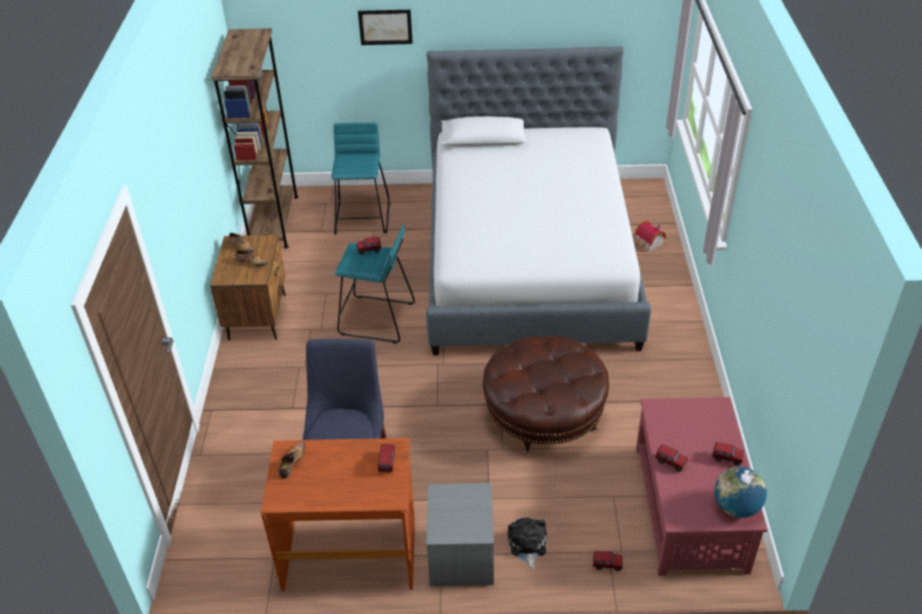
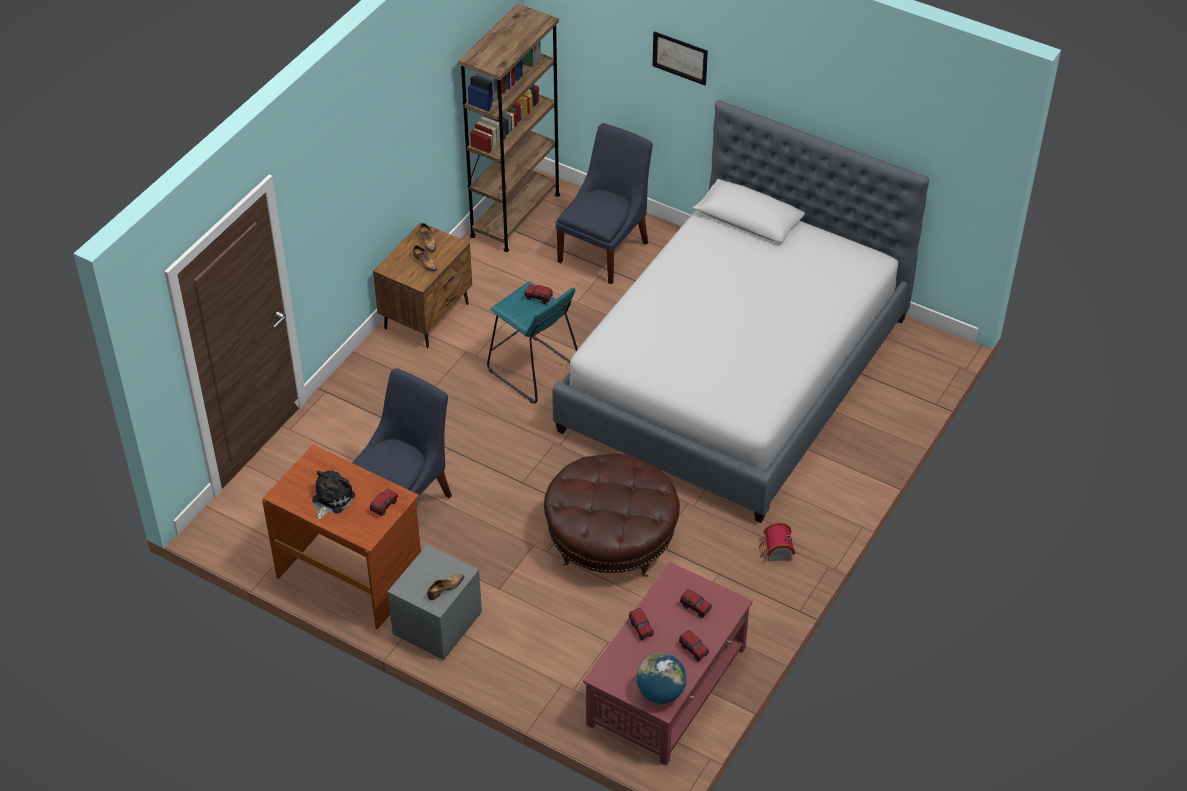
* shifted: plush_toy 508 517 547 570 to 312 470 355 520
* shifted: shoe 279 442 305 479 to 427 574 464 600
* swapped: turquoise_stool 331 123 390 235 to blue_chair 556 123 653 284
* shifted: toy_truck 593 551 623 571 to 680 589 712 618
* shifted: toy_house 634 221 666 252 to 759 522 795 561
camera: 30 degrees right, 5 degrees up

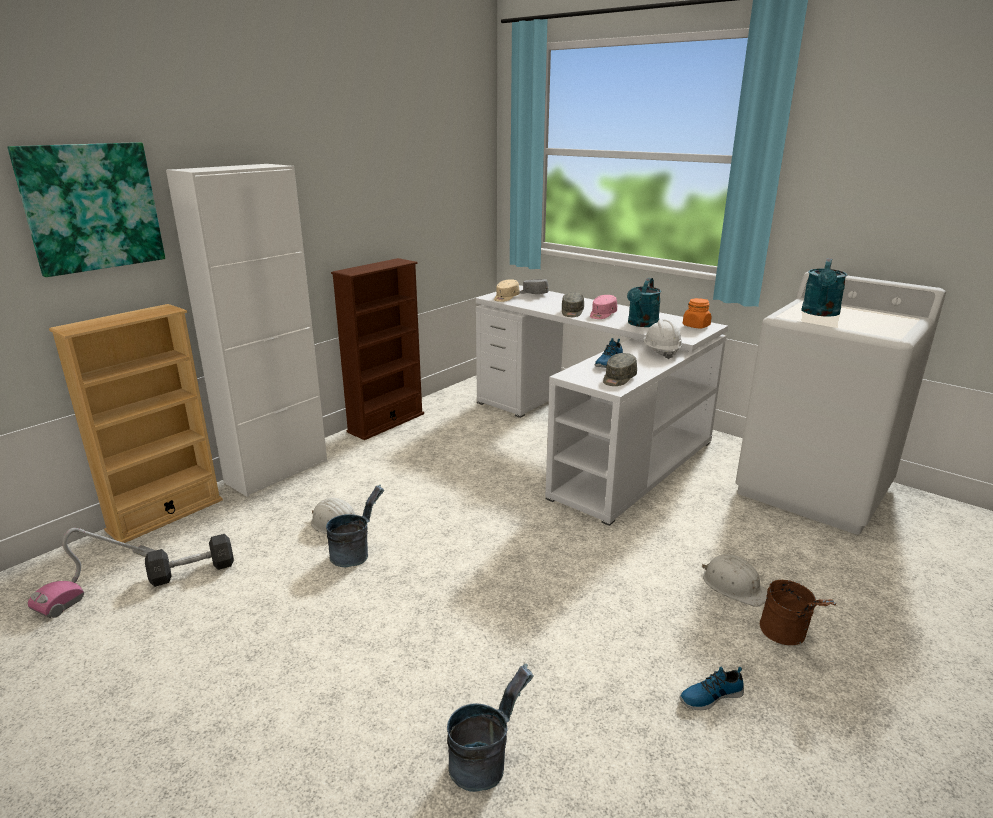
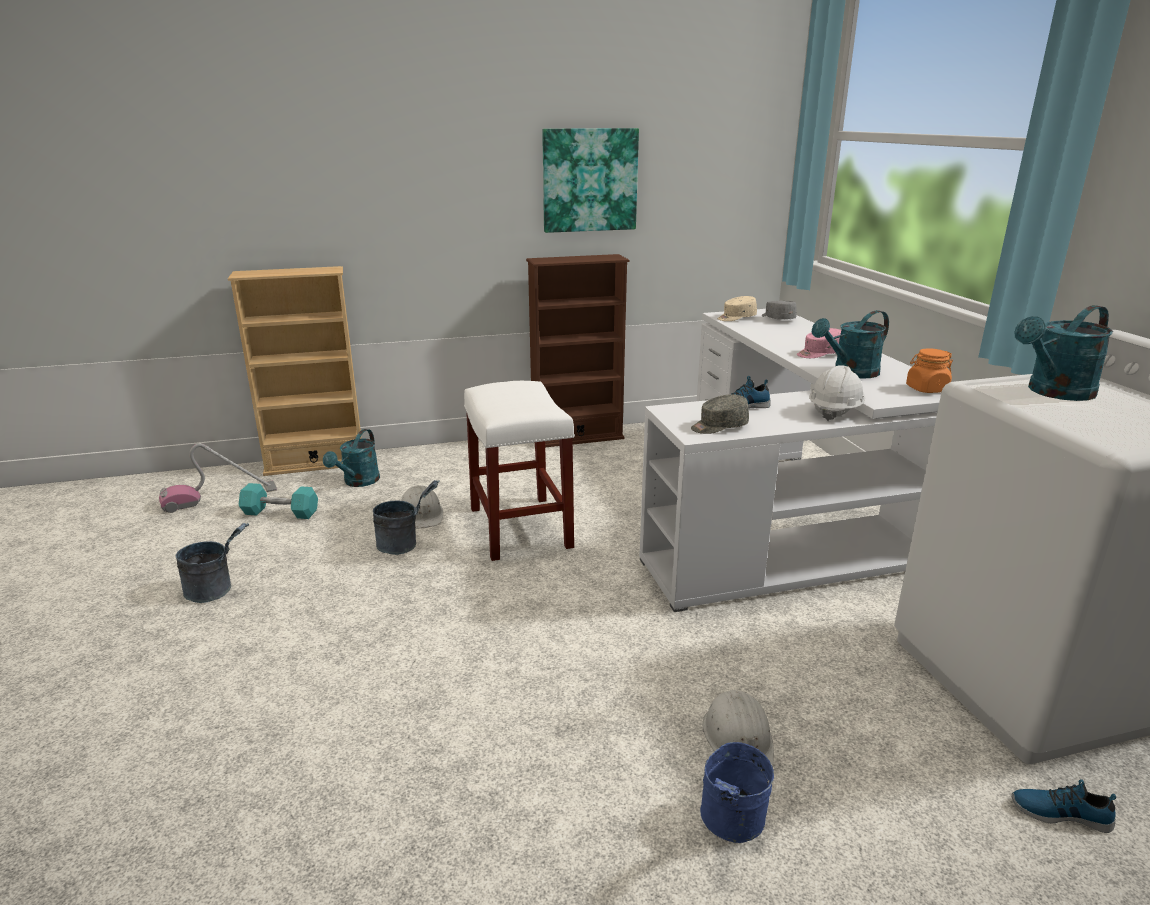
* shifted: grey_bucket 447 664 534 792 to 176 523 249 603
* repainted: grey_dumbbell 145 534 234 587 to turquoise_dumbbell 239 483 318 519
* new: turquoise_watering_can 323 429 380 487
* new: white_stool 464 381 575 561
* shifted: picture 8 142 165 277 to 542 128 639 233
* repainted: brown_bucket 760 580 837 645 to blue_bucket 700 742 774 843
* shifted: shoe 680 667 744 710 to 1011 779 1116 833
* gone: white_cabinet 166 164 327 497
* gone: grey_cap 562 292 584 317
camera: 35 degrees right, 0 degrees up

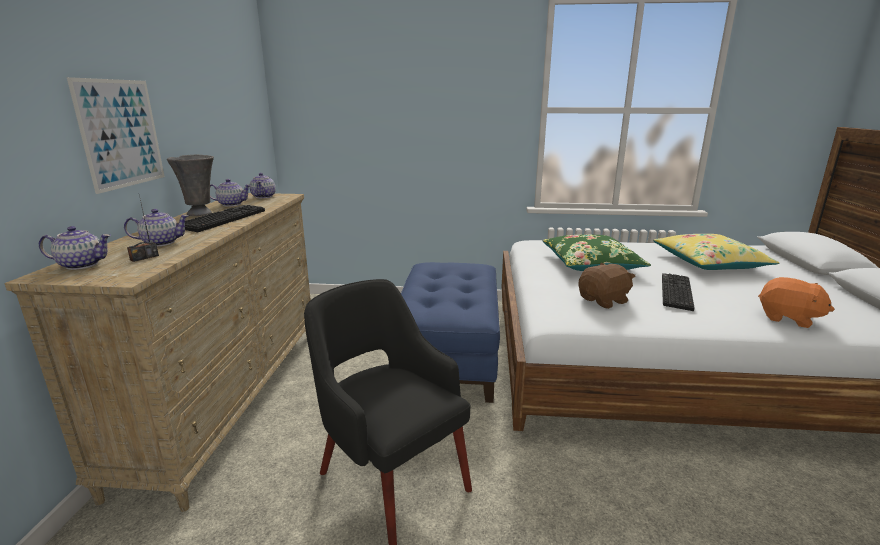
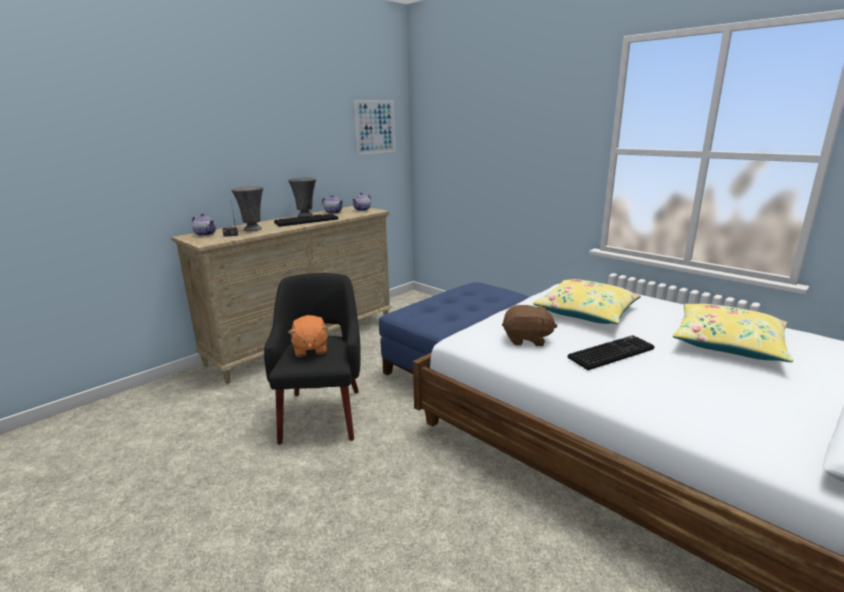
* swapped: teapot 124 209 189 246 to grey_vase 231 186 263 231
* shifted: orange_plush_toy 758 277 835 328 to 288 315 328 357
* shifted: picture 67 77 165 194 to 354 100 395 155
* repainted: green_pillow 543 235 651 271 to yellow_pillow 533 279 641 324
camera: 40 degrees right, 0 degrees up

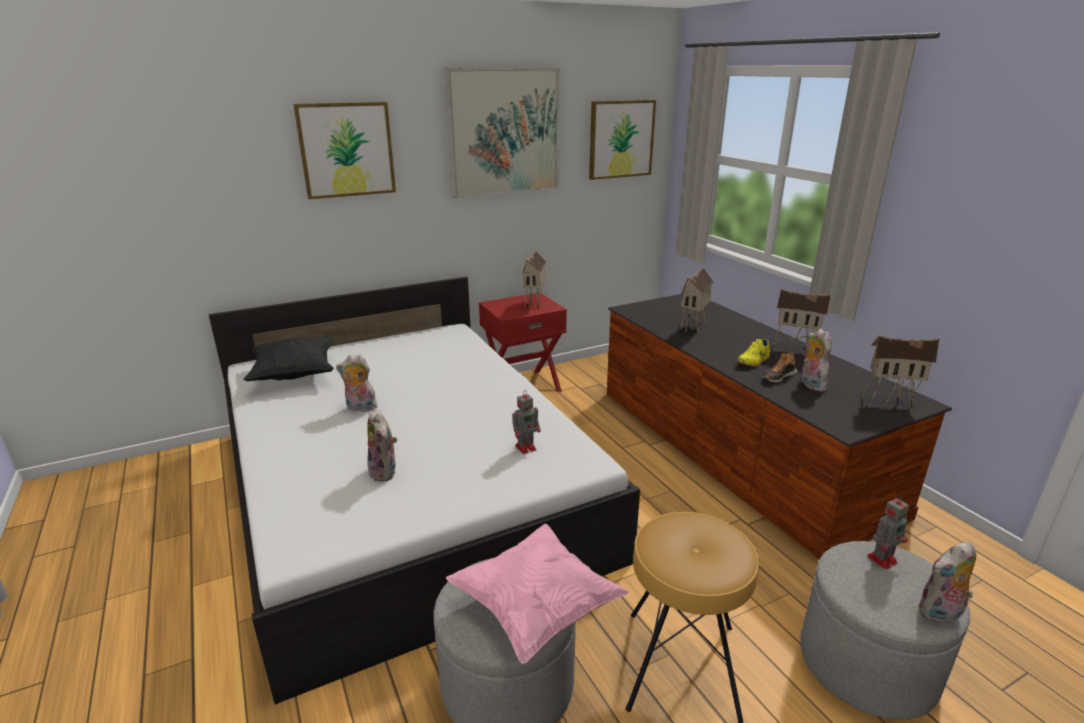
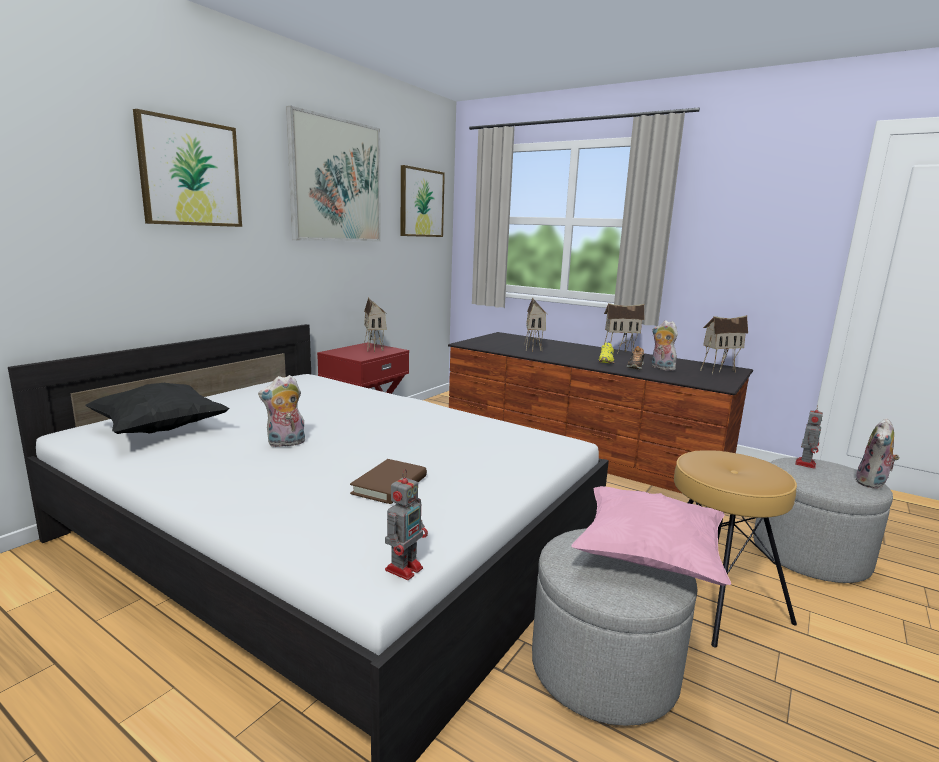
* swapped: plush_toy 367 409 397 482 to brown_book 350 459 427 504
* shifted: toy_robot 512 390 541 454 to 385 469 428 580
camera: 30 degrees left, 10 degrees down

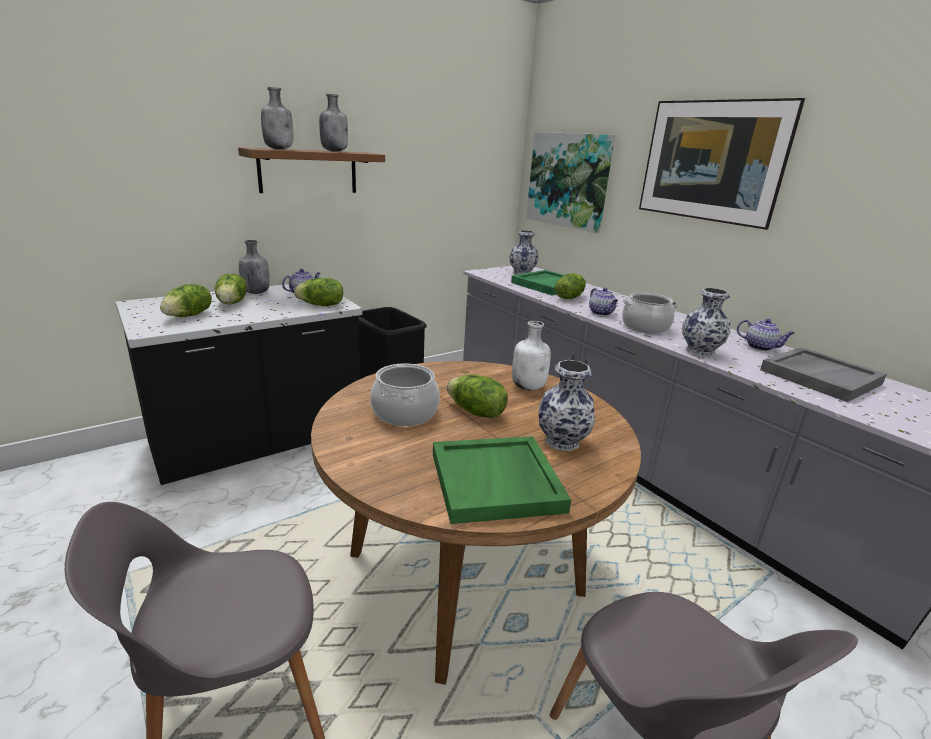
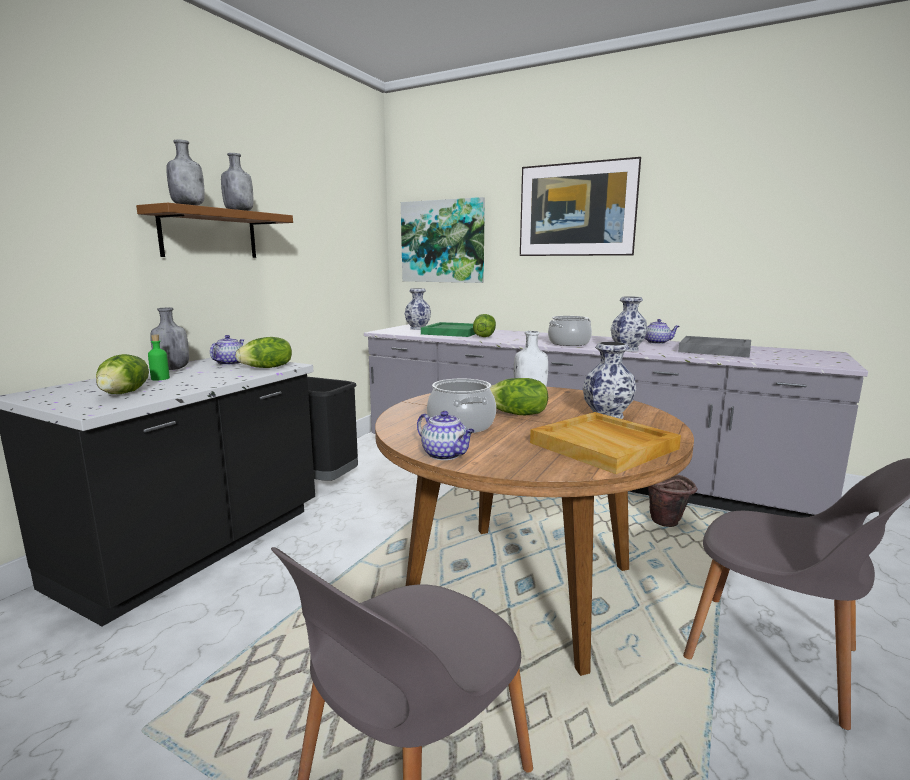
* swapped: lettuce 215 274 247 305 to green_bottle 148 334 170 381
* shifted: teapot 589 288 618 316 to 417 411 475 460
* repainted: green_tray 433 436 571 524 to beige_tray 530 412 681 474
* new: brown_bucket 648 475 698 527
camera: 25 degrees left, 10 degrees down

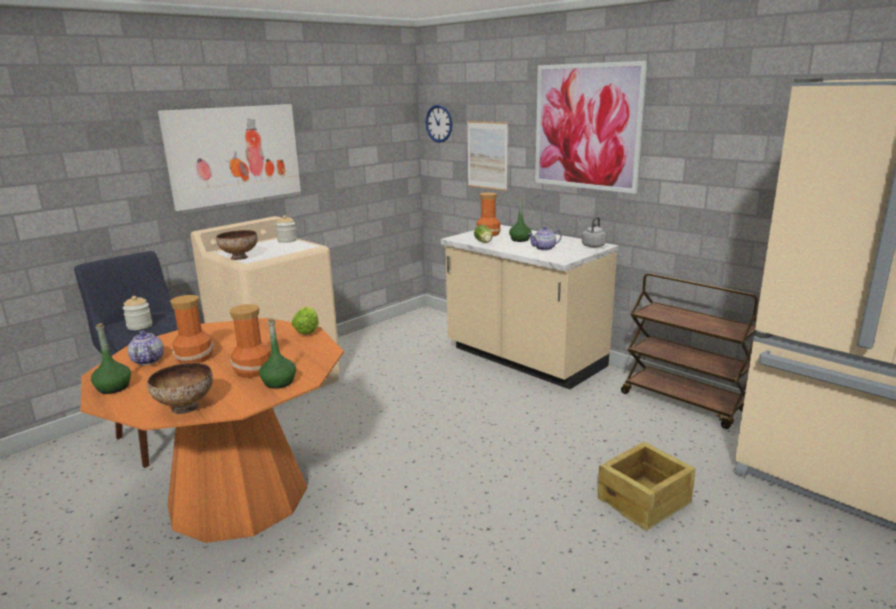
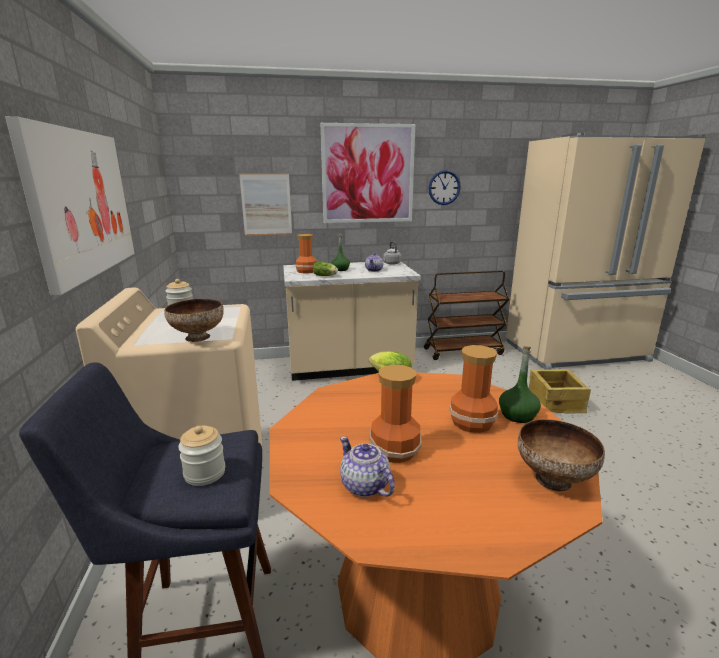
* rotated: teapot 128 330 164 365 = 340 436 395 497 45 degrees clockwise
* shifted: wall_clock 426 105 452 143 to 429 170 461 205
* gone: green_bottle 91 323 131 394
camera: 55 degrees left, 0 degrees up

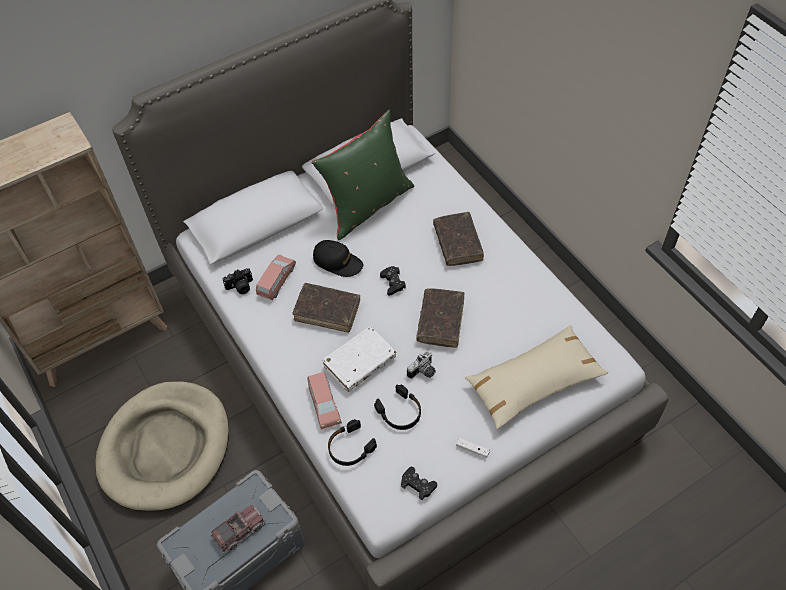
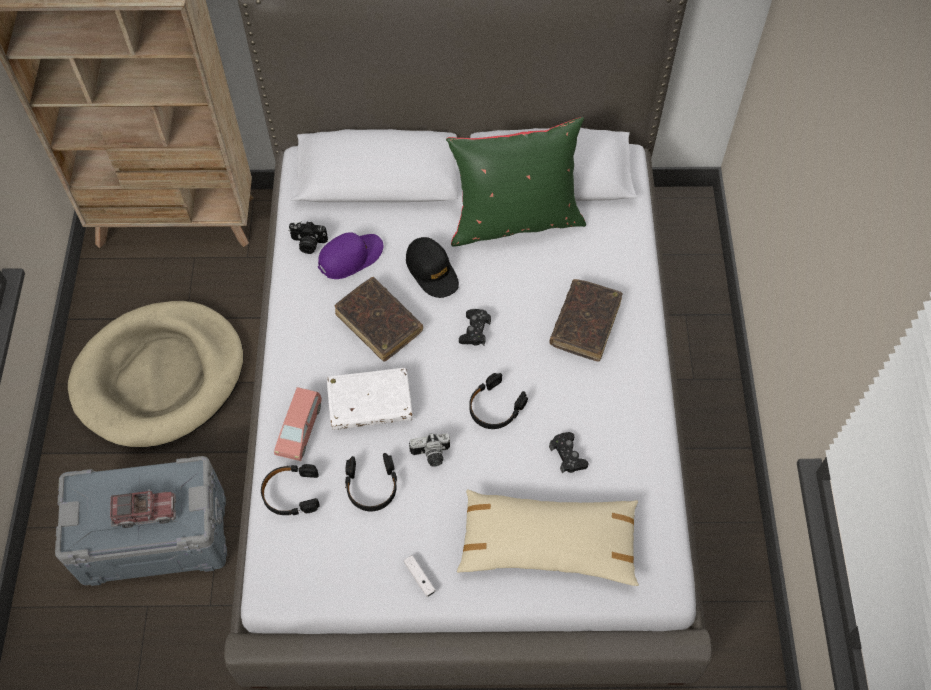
* swapped: pink_toy_car 256 255 296 300 to purple_cap 318 232 383 279
* swapped: brown_book 416 289 465 348 to black_headphones 469 373 528 429
* shifted: black_game_controller 401 467 437 500 to 549 432 589 473
camera: 30 degrees right, 5 degrees up

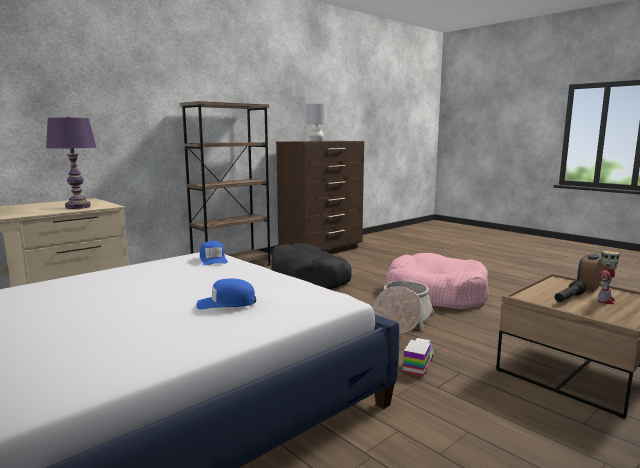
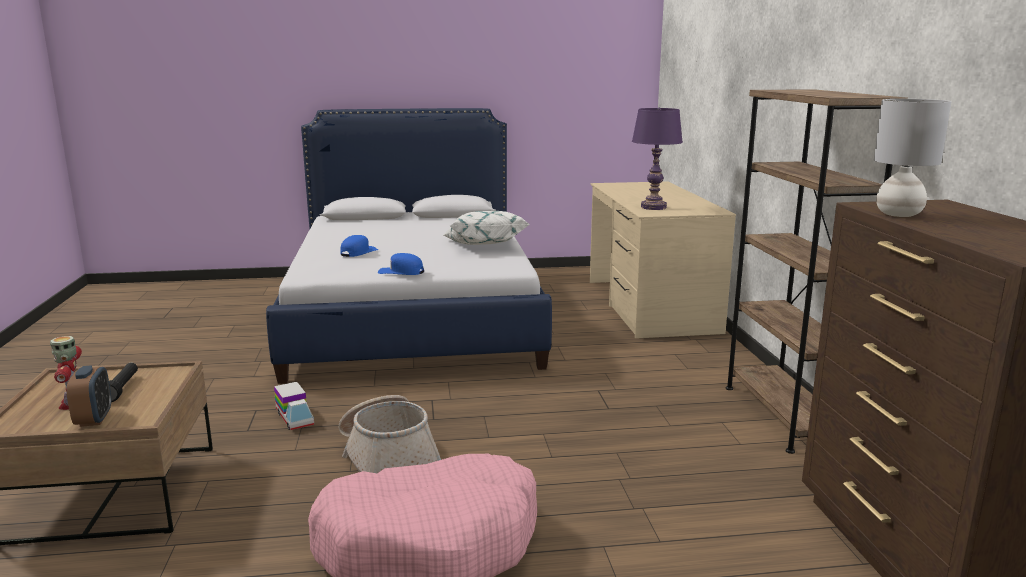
* shifted: blue_cap 200 241 228 265 to 378 253 424 275
* new: white_pillow 444 211 530 245
* gone: black_dog_bed 271 243 352 289
camera: 125 degrees right, 5 degrees up

